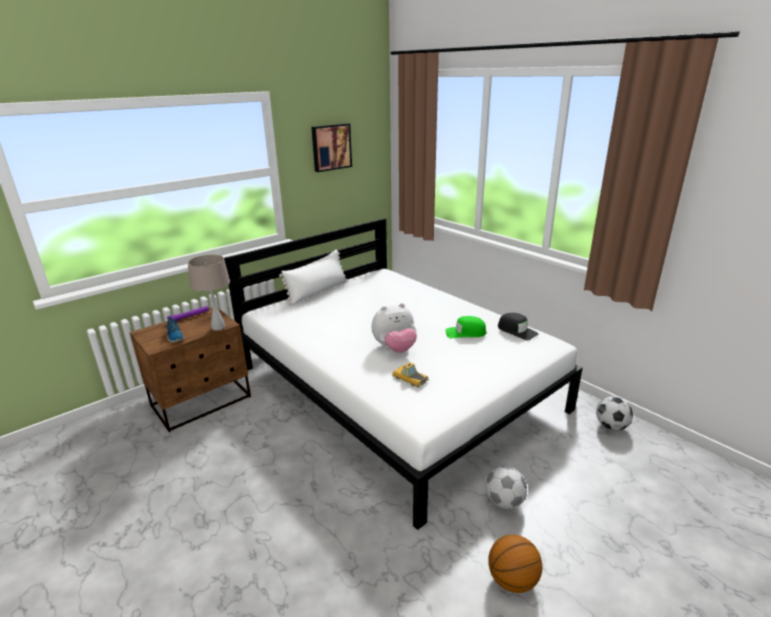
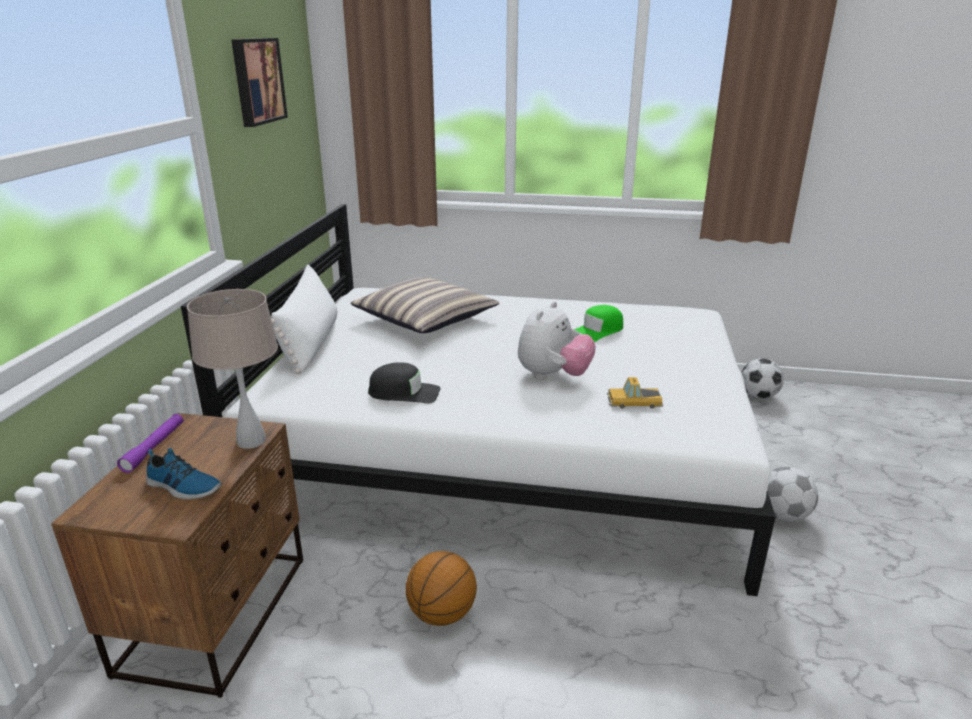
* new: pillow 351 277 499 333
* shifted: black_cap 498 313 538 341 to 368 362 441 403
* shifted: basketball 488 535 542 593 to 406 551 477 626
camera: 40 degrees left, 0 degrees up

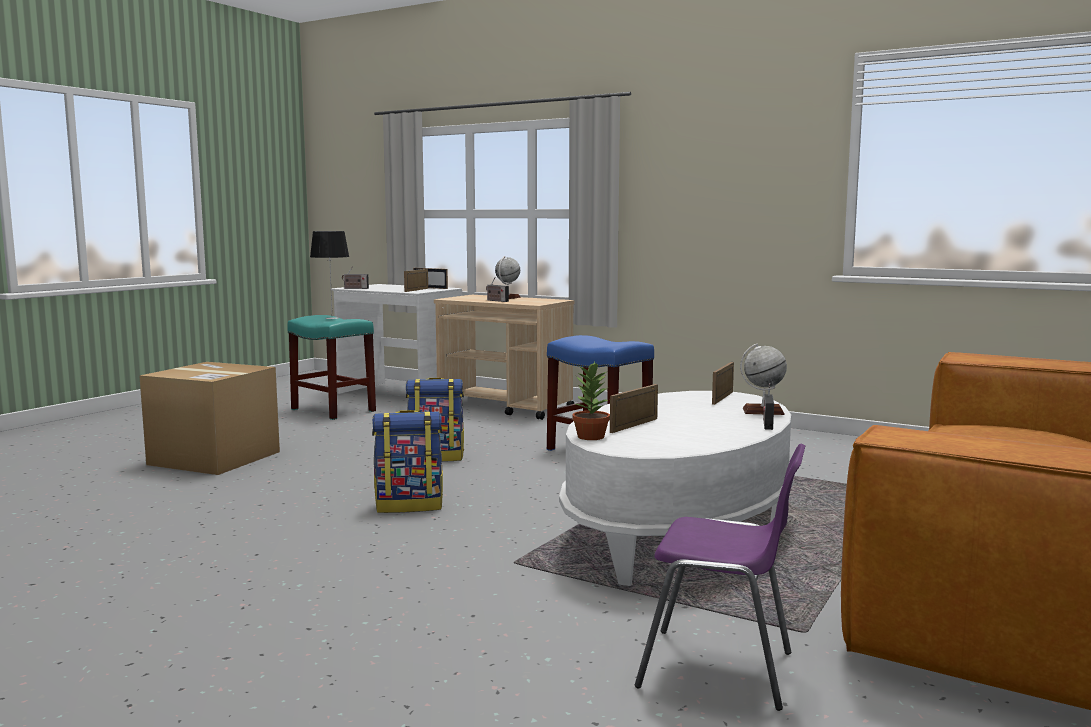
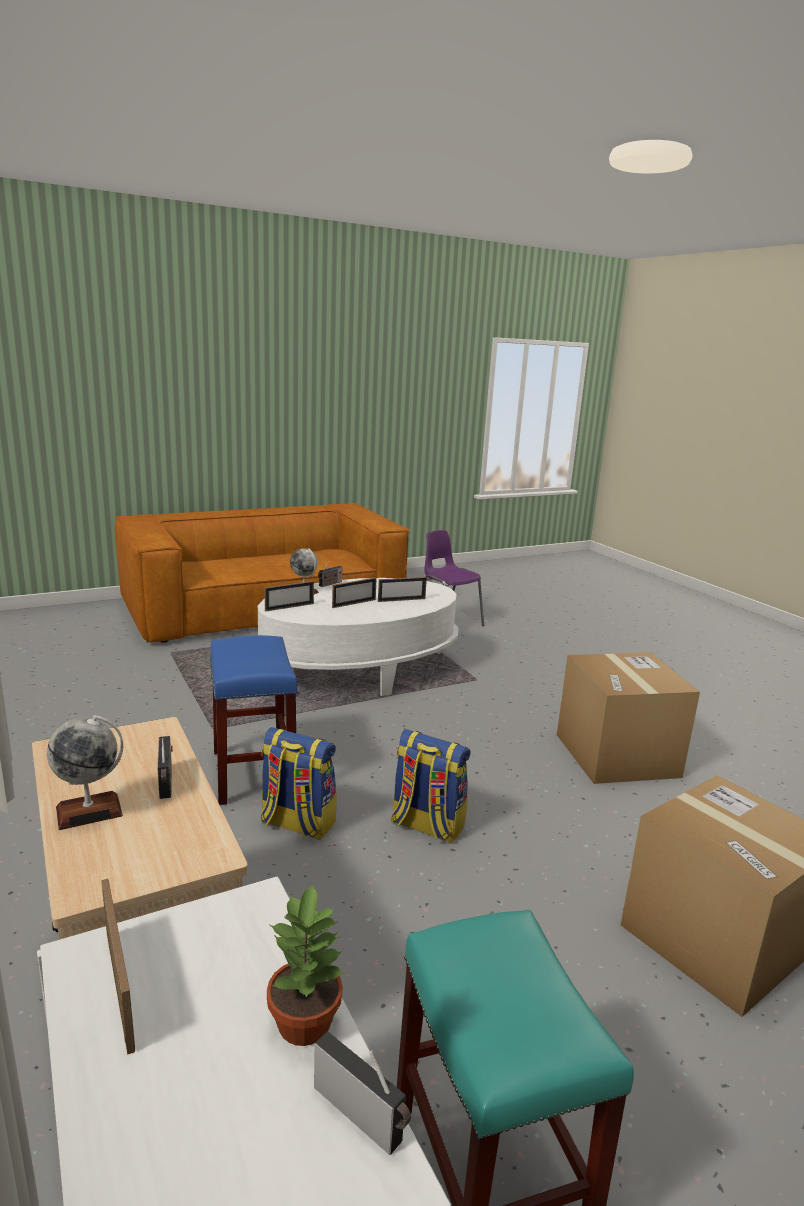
* shifted: backpack 372 410 443 513 to 261 727 337 840
* shifted: potted_plant 572 362 610 440 to 267 883 345 1046
* shifted: picture_frame 404 269 428 292 to 332 577 377 608
* new: cardboard_box 557 652 700 784
* gone: table_lamp 310 231 349 319
camera: 150 degrees left, 10 degrees up

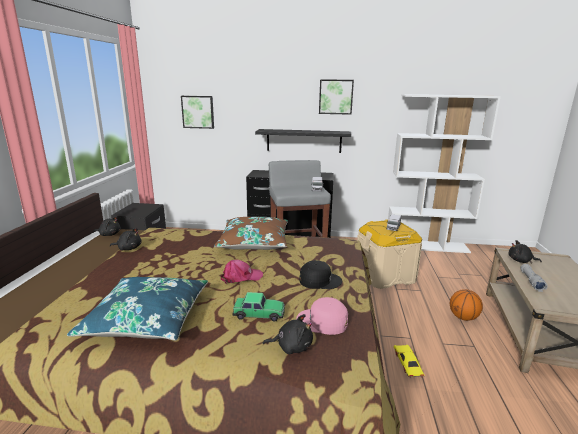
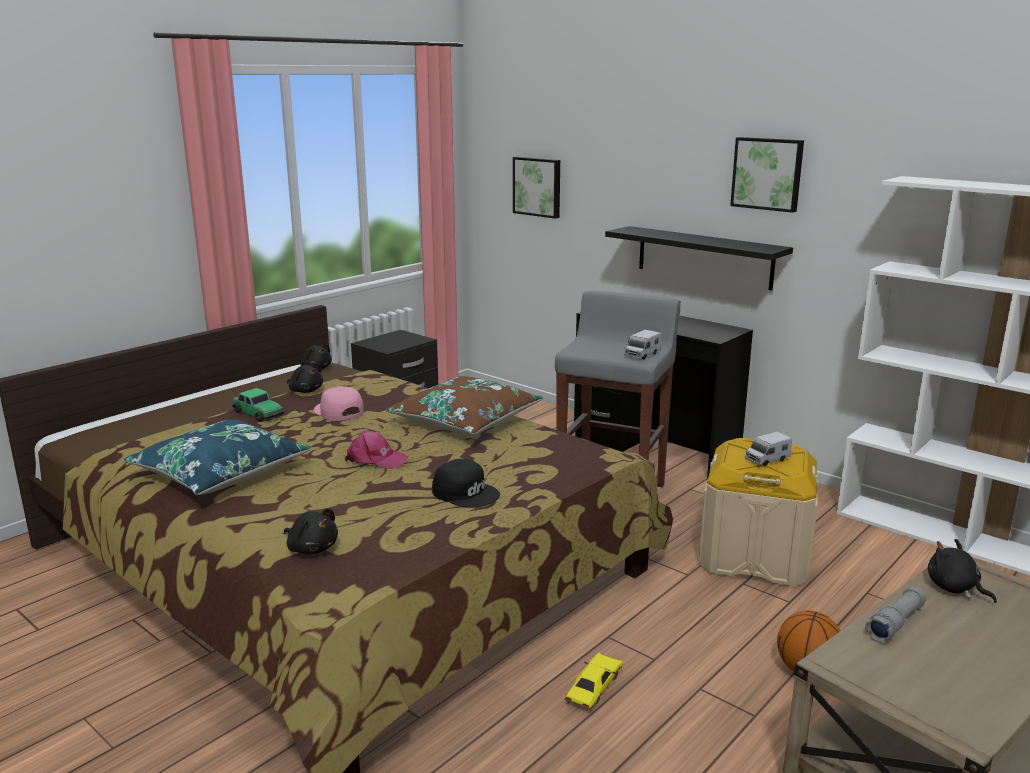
* shifted: toy_car 232 292 285 322 to 232 388 285 422
* shifted: pink_cap 296 297 348 335 to 314 386 364 421
camera: 35 degrees right, 0 degrees up

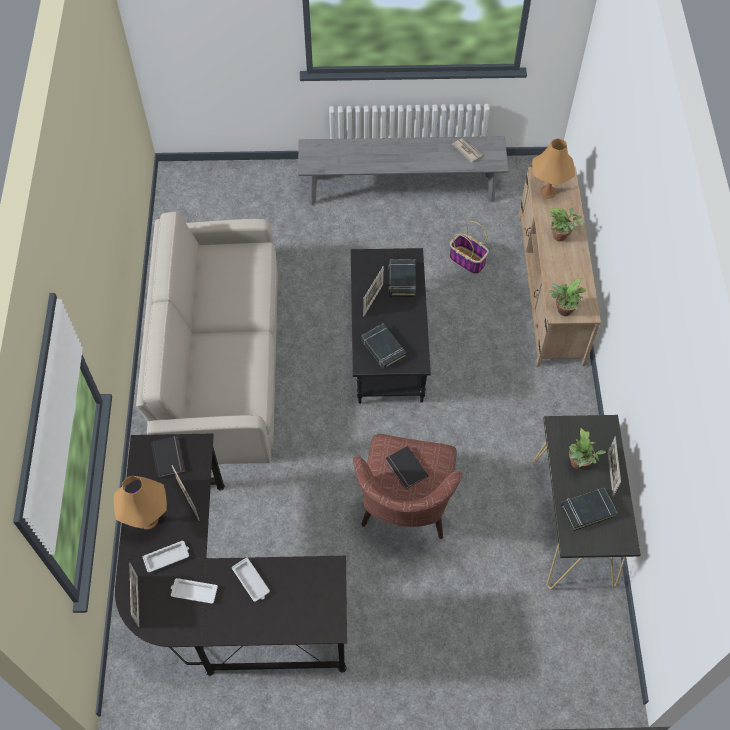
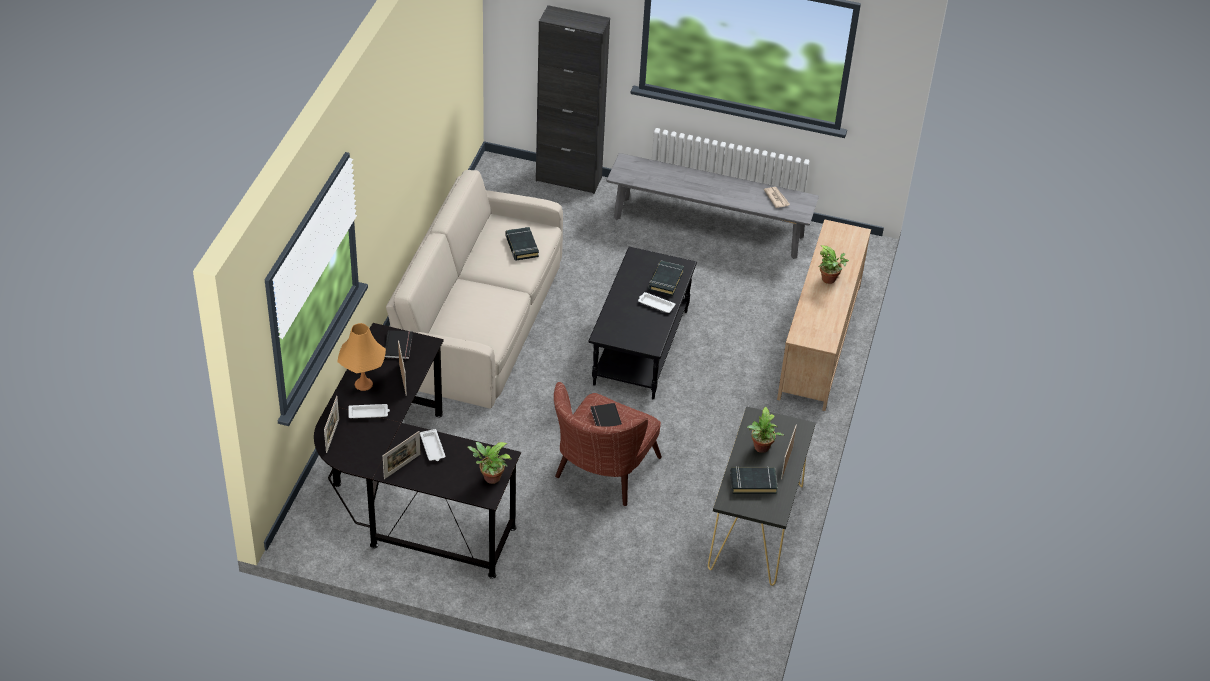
* shifted: picture_frame 363 266 384 316 to 383 431 421 479
* shifted: potted_plant 547 278 587 316 to 467 442 512 484
* shifted: black_book 361 324 407 369 to 506 227 539 261
* new: black_cabinet 536 5 610 194
* shifted: white_tray 171 578 218 604 to 638 292 676 313
* gone: basket 449 221 489 275
* gone: orange_table_lamp 532 138 575 198
camera: 15 degrees right, 15 degrees down

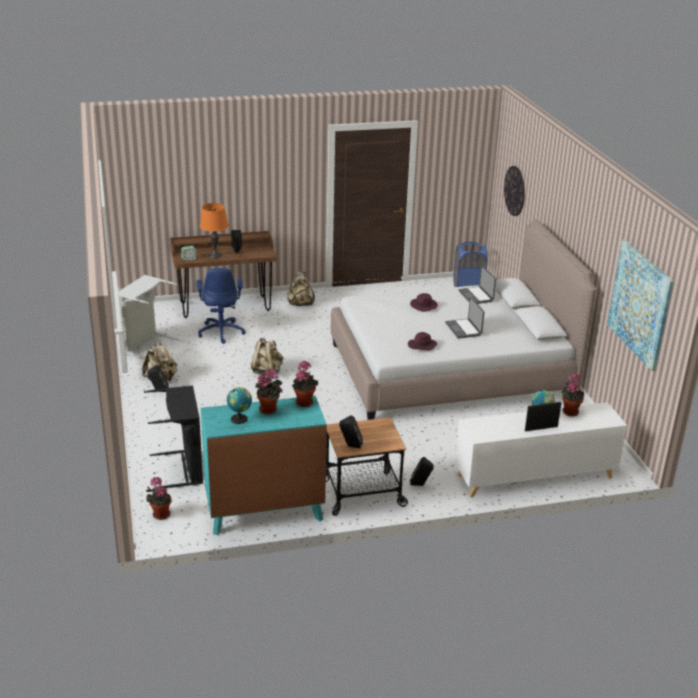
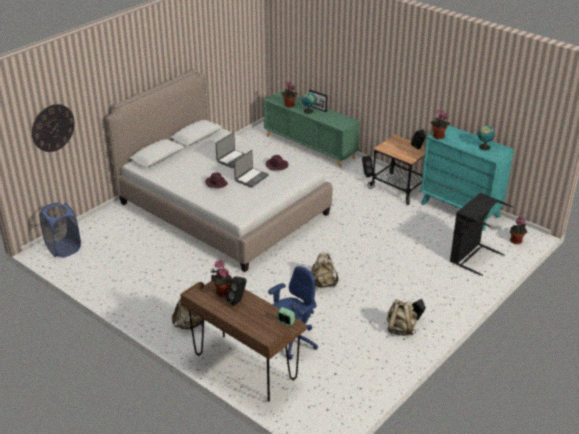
* shifted: potted_plant 255 369 282 414 to 211 260 232 297
* shifted: laptop 458 266 496 304 to 234 150 269 188
* repainted: white_cabinet 455 402 627 497 to green_cabinet 264 91 360 168
* gone: grey_laundry_basket 114 275 181 359
* gone: orange_table_lamp 200 203 229 259
* gone: picture 607 240 674 371
camera: 125 degrees left, 5 degrees up

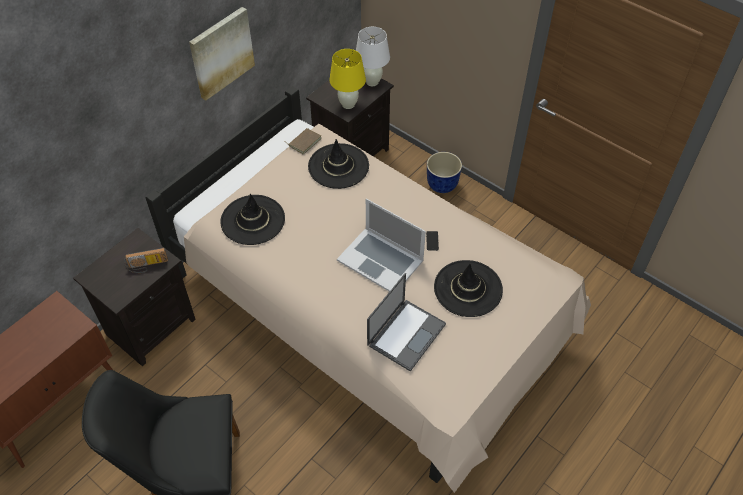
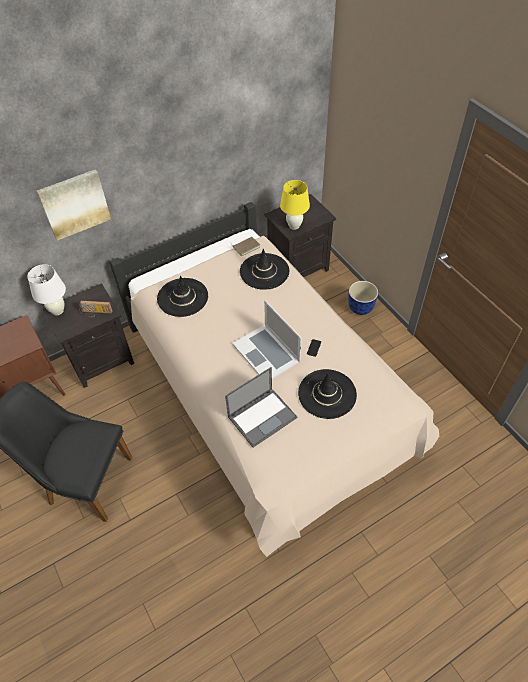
* shifted: white_table_lamp 356 27 390 86 to 27 264 66 315
* shifted: picture 189 7 255 101 to 37 169 111 241
camera: 20 degrees right, 0 degrees up

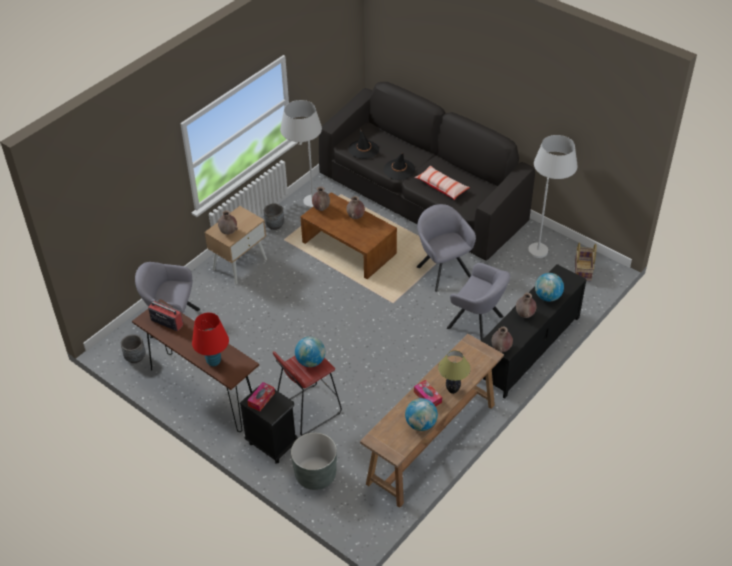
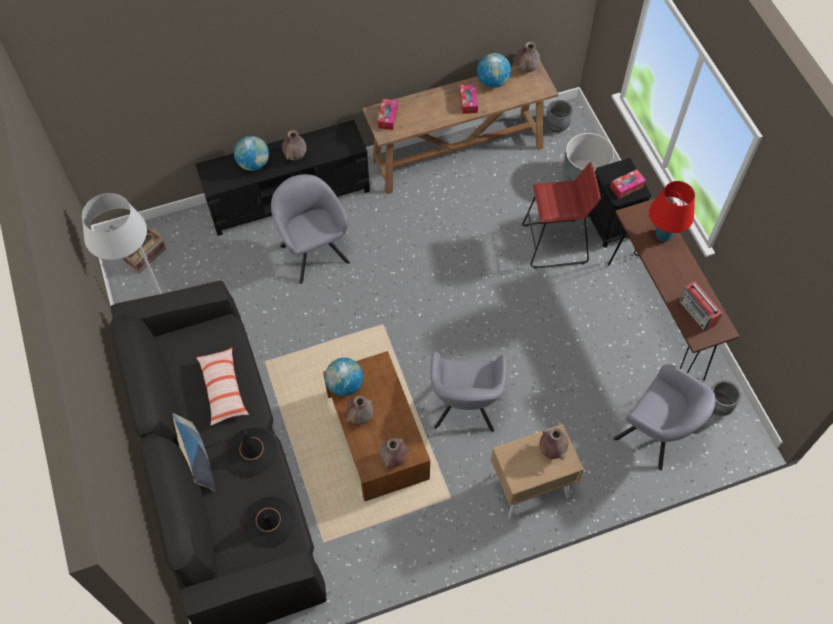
* new: pillow 173 413 216 492
* shifted: globe 295 337 325 367 to 325 358 363 396
* new: tissue_box 377 99 398 130
* shifted: grey_armchair 417 204 476 292 to 430 352 506 432
* shifted: brown_vase 492 326 513 352 to 516 42 540 73
* shifted: grey_planter 264 203 284 230 to 546 100 573 133
* gone: white_floor_lamp 280 100 322 209
* gone: table_lamp 438 350 471 394
camera: 150 degrees left, 15 degrees up

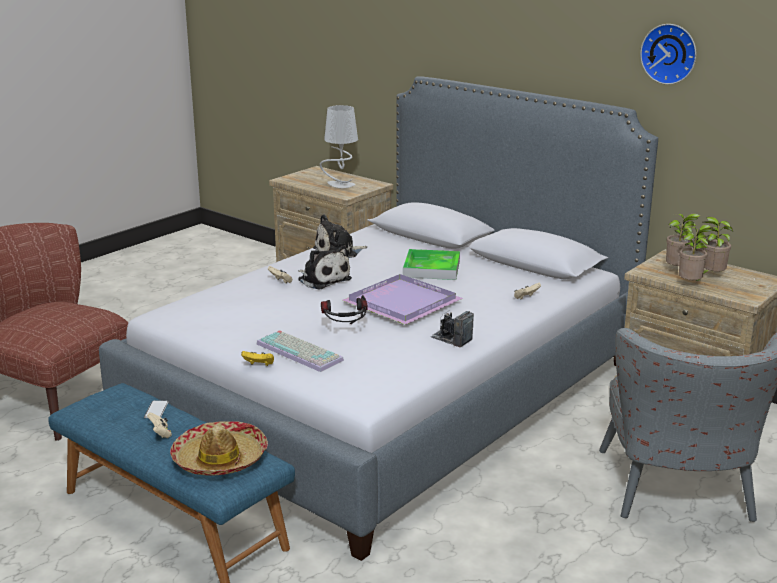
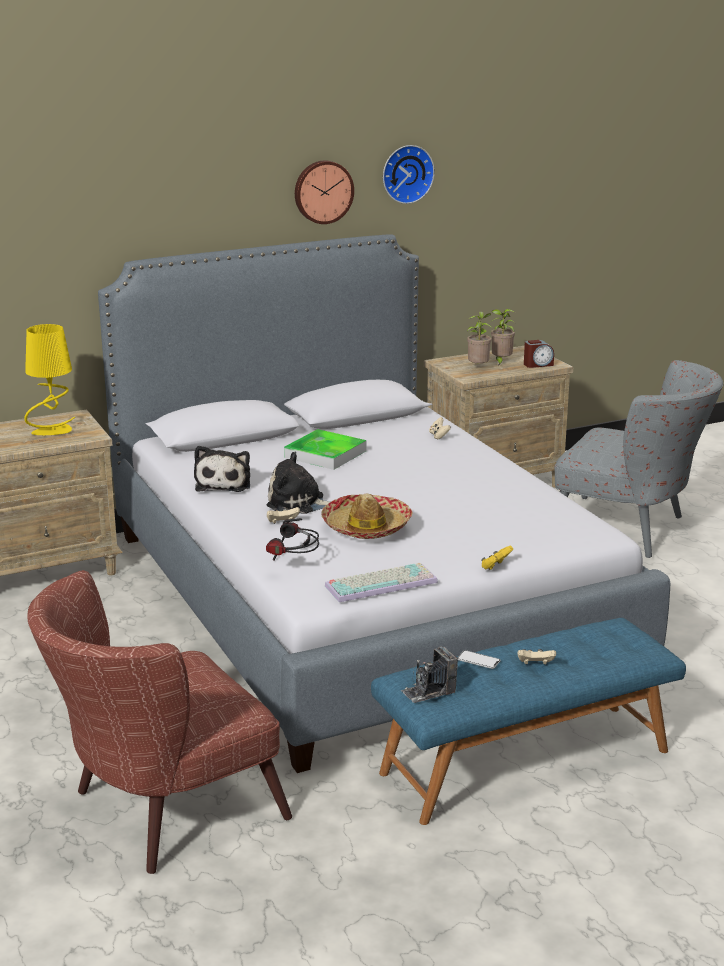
* repainted: grey_table_lamp 320 105 358 188 to yellow_table_lamp 24 324 75 435
* rotated: plush_toy 298 245 352 290 = 266 452 330 514 150 degrees counterclockwise
* shifted: headphones 321 295 368 324 to 266 518 319 561
* new: wall_clock 295 161 354 224
* shifted: hat 170 421 268 476 to 321 493 413 539
* shifted: keyboard 257 330 344 372 to 325 563 438 602
* shifted: photo_camera 431 311 474 348 to 401 647 458 703
* new: alarm_clock 524 340 554 368
* gone: purple_tray 342 274 463 324
* gone: potted_plant 679 225 713 282
camera: 65 degrees left, 0 degrees up

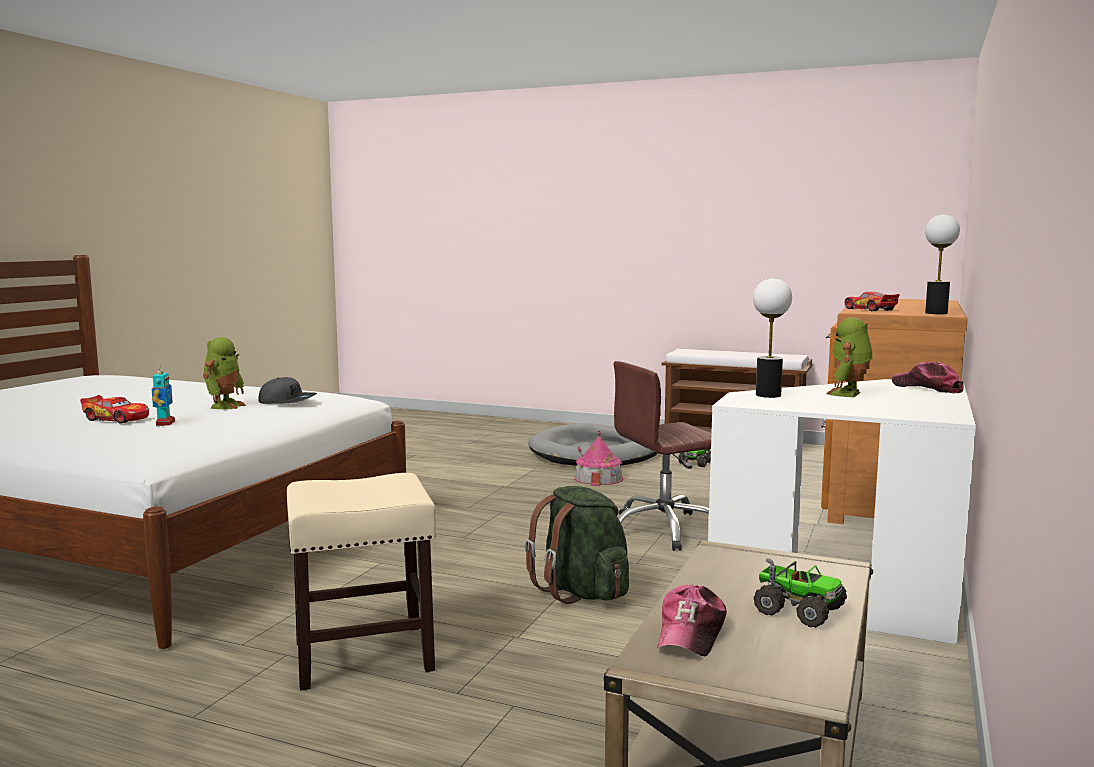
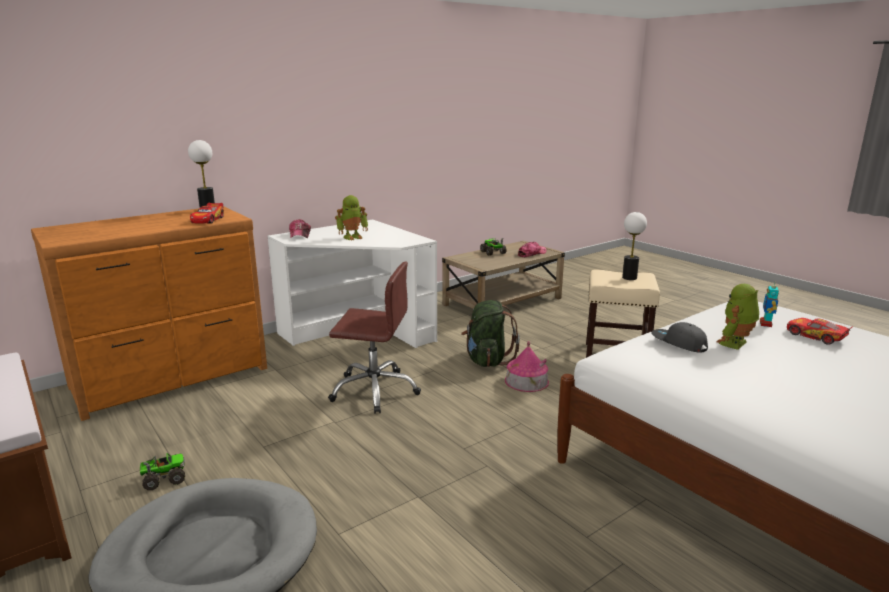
* shifted: toy_house 574 430 623 486 to 505 341 549 392
* shifted: table_lamp 753 278 792 398 to 622 212 647 280
camera: 150 degrees left, 10 degrees up

